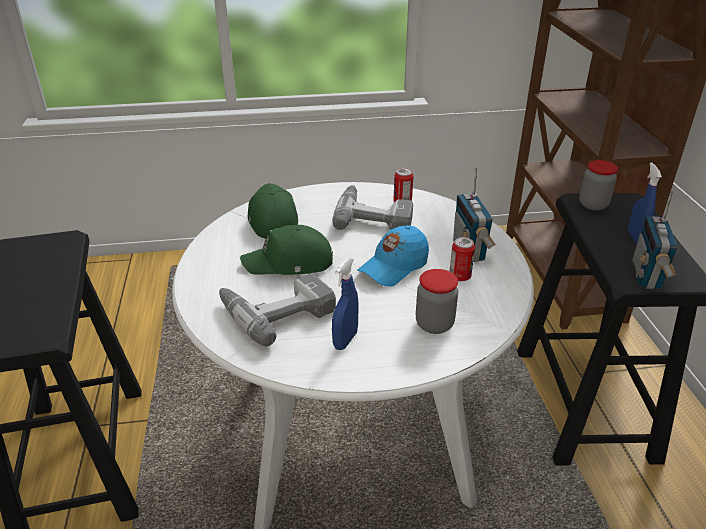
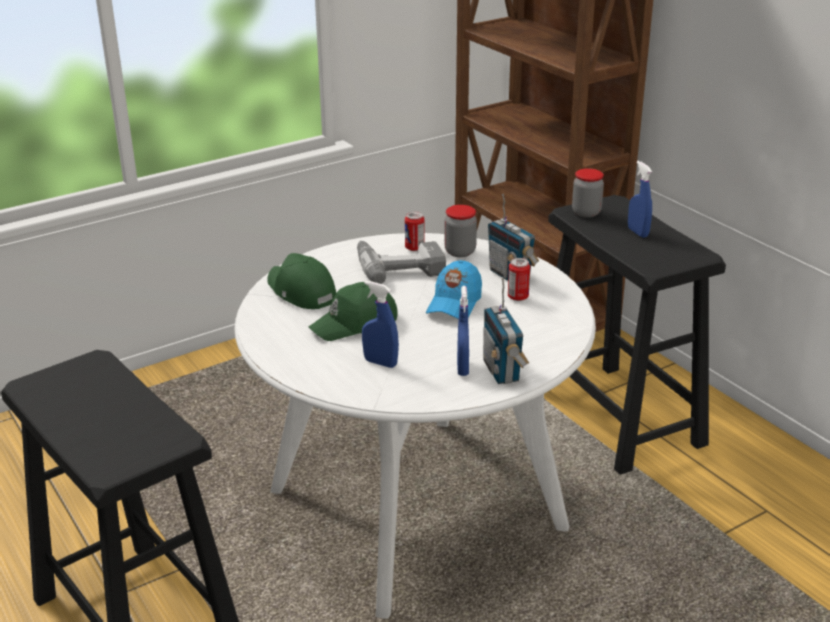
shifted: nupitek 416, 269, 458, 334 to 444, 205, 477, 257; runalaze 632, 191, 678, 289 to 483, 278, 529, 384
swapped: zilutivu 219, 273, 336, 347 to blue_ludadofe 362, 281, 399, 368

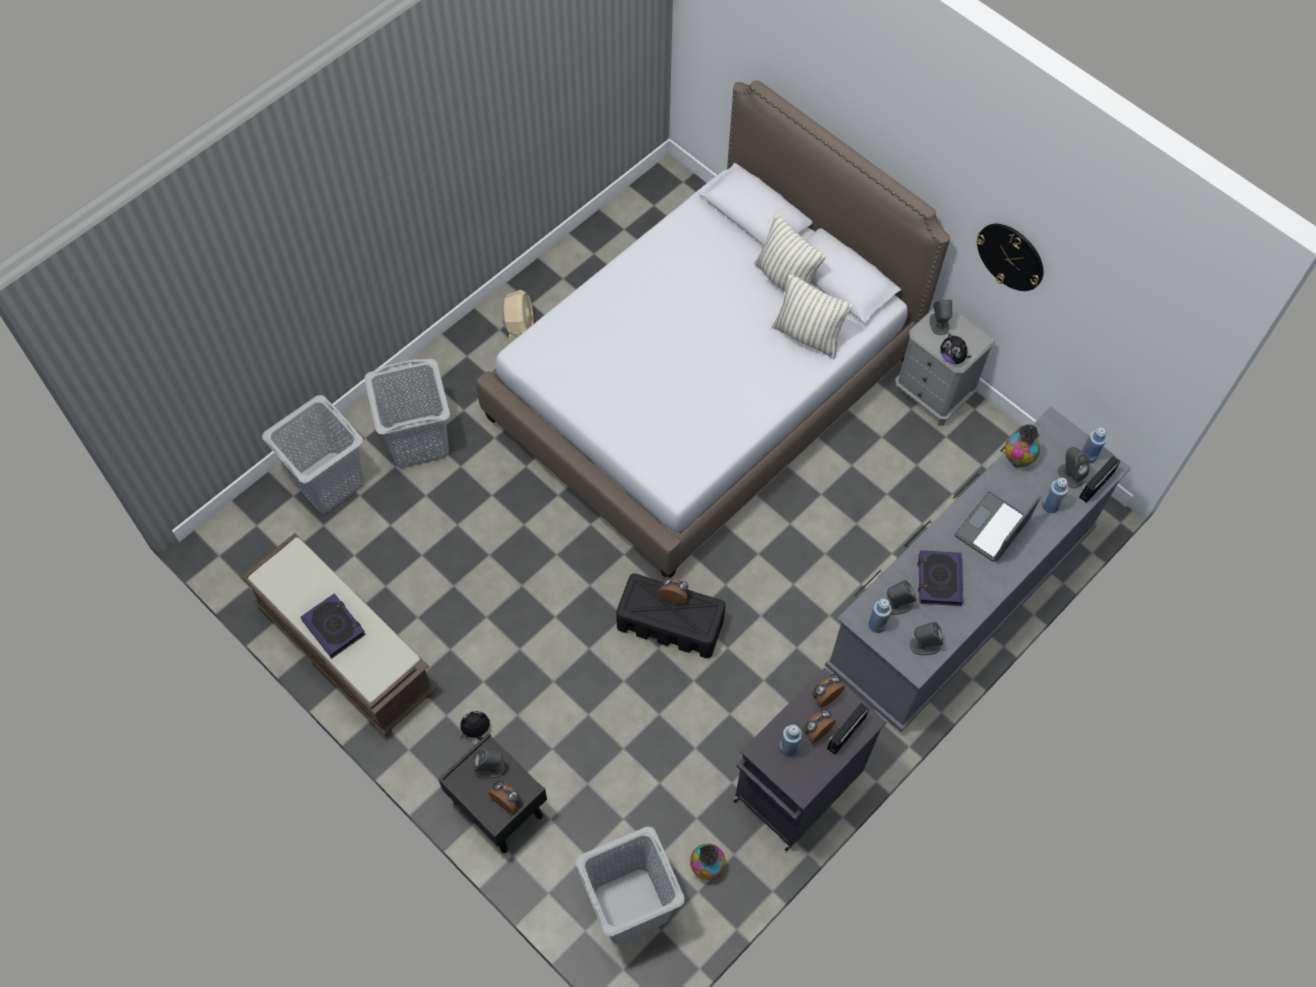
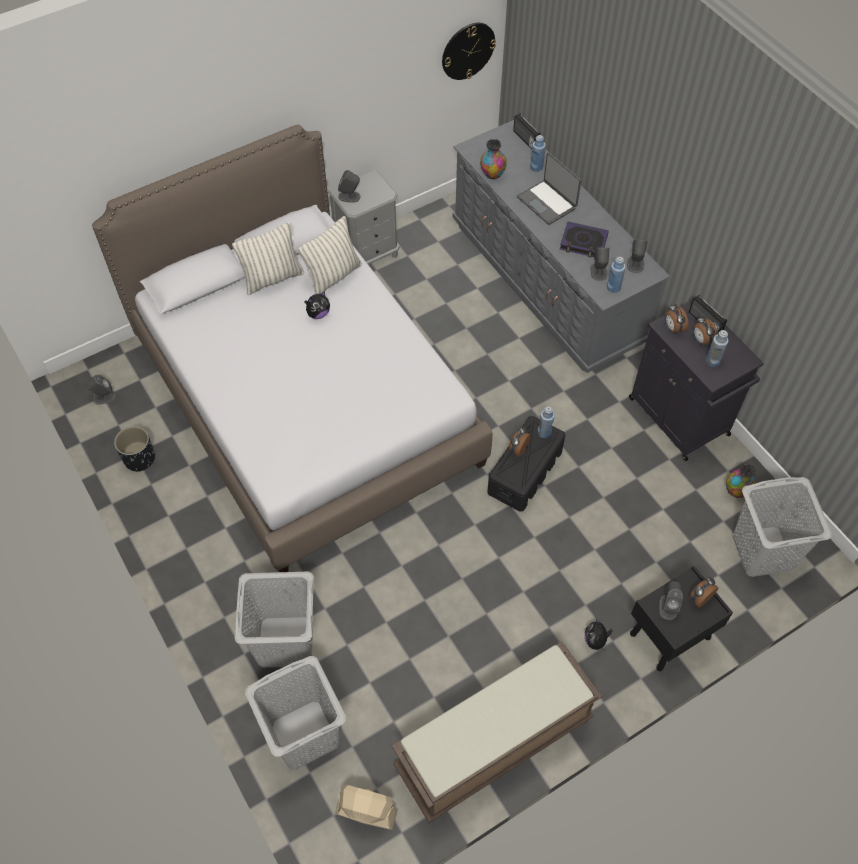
gone: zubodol 300, 593, 366, 659
new: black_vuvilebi 114, 426, 155, 472
shifted: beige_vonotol 501, 290, 534, 345 to 335, 785, 398, 830; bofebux 940, 334, 971, 364 to 304, 291, 330, 319; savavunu 976, 224, 1043, 291 to 442, 23, 496, 80; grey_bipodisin 1058, 447, 1090, 488 to 86, 375, 116, 405; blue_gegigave 1082, 427, 1107, 463 to 537, 406, 555, 438

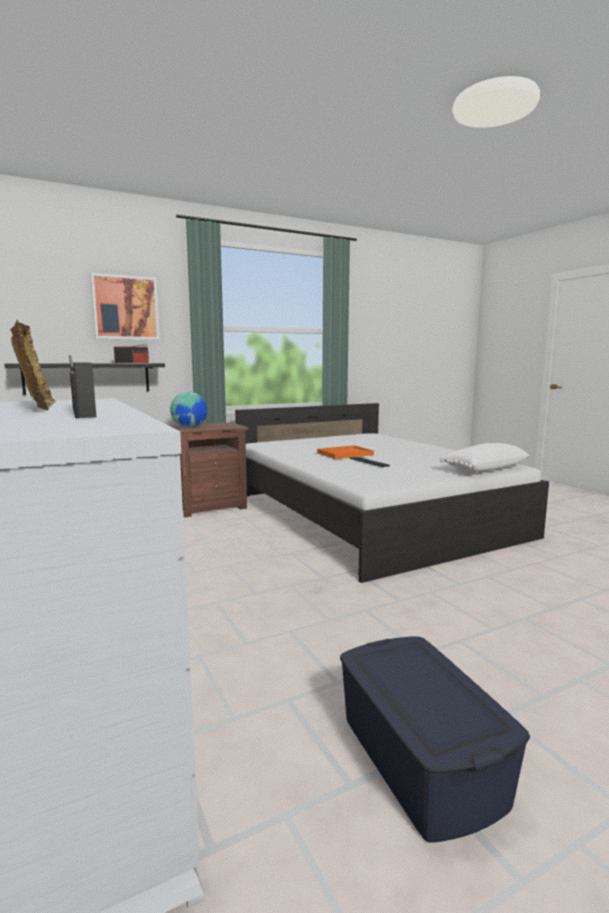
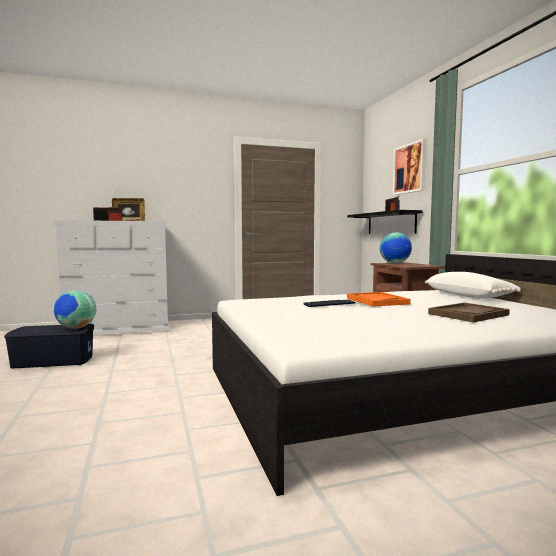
new: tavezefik 54, 290, 96, 329; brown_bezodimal 428, 303, 510, 322
shifted: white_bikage 440, 443, 529, 472 to 425, 272, 521, 298

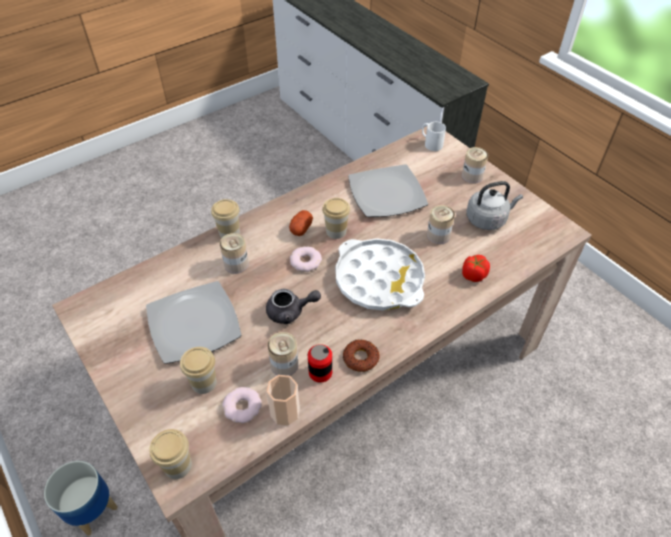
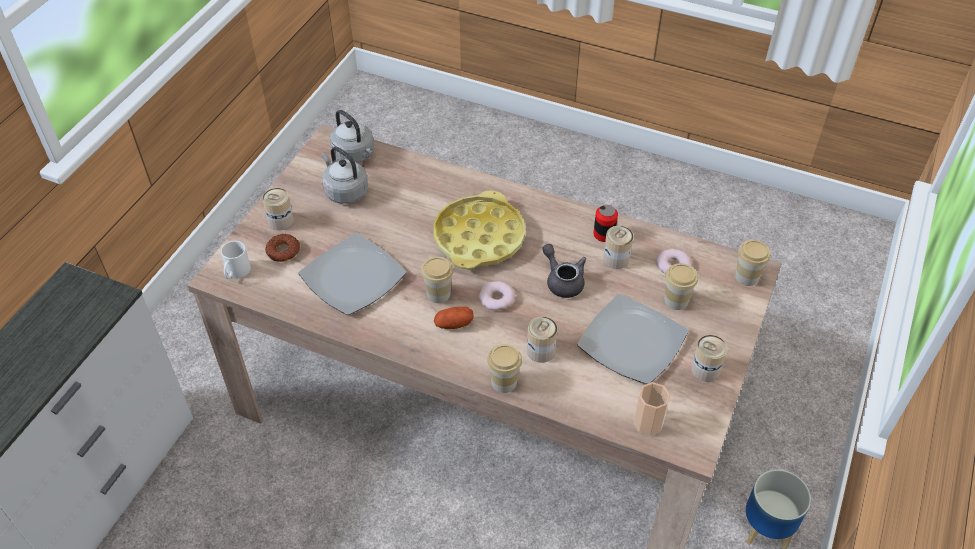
gone: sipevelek 462, 255, 490, 282
new: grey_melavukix 330, 110, 374, 163
shifted: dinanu 266, 375, 300, 426 to 633, 382, 670, 436; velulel 343, 340, 380, 372 to 265, 234, 300, 262; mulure 427, 205, 455, 245 to 691, 335, 727, 382
repainted: white_bezodimal 335, 238, 425, 311 to yellow_bezodimal 434, 190, 525, 269

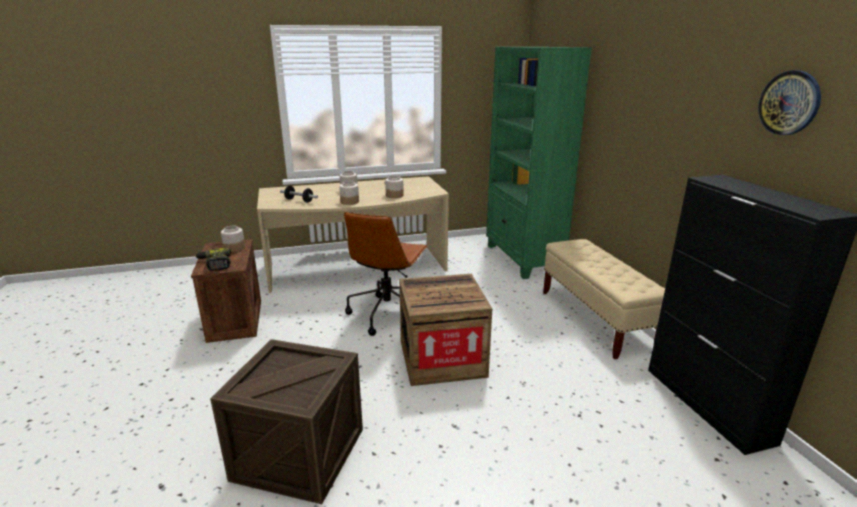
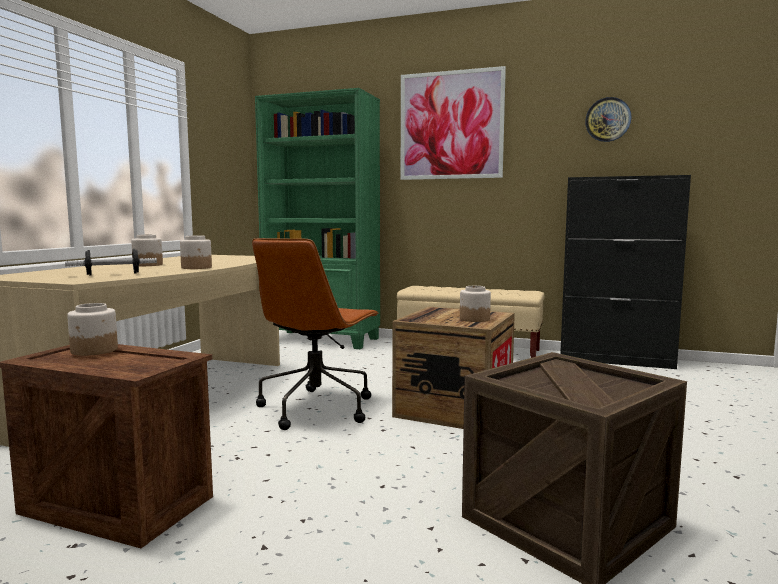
gone: zilutivu 195, 248, 231, 271
new: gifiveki 401, 66, 506, 180
shifted: nupitek 385, 175, 404, 198 to 460, 286, 491, 322
rotated: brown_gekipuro 344, 212, 428, 336 = 252, 238, 379, 430 60 degrees clockwise

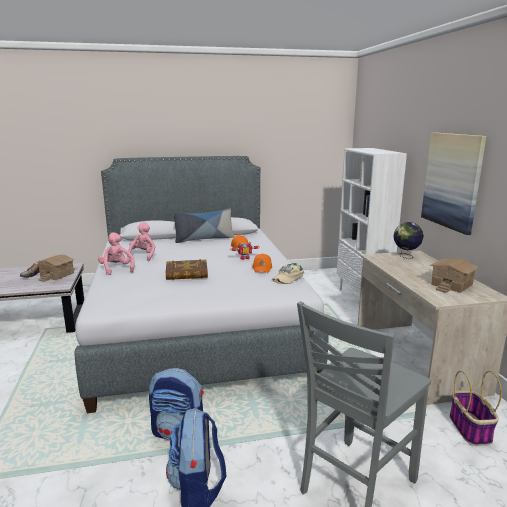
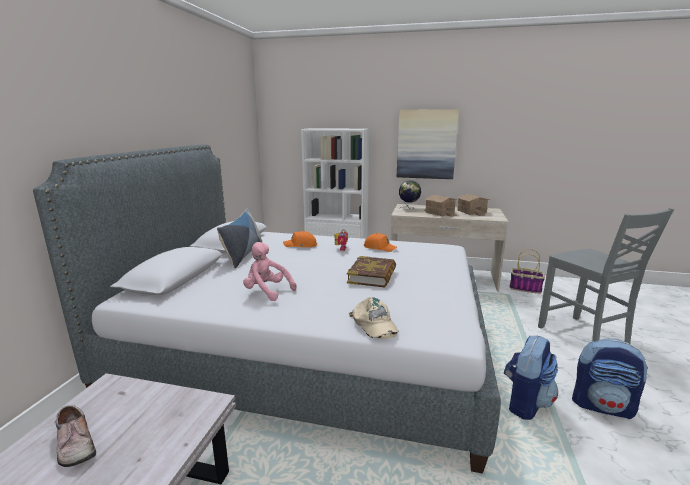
gone: pink_bofebux 98, 232, 134, 275
shifted: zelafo 38, 254, 75, 282 to 424, 195, 457, 217; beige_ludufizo 272, 263, 304, 284 to 349, 297, 399, 339

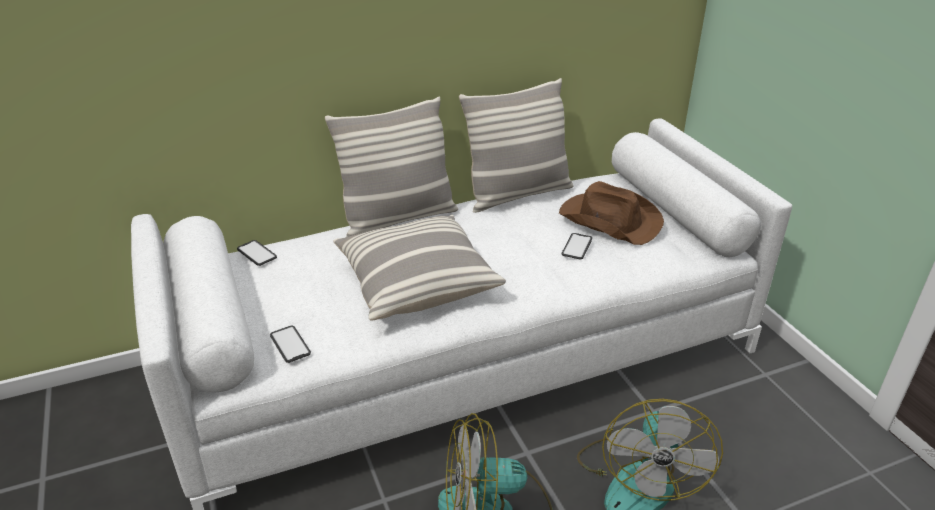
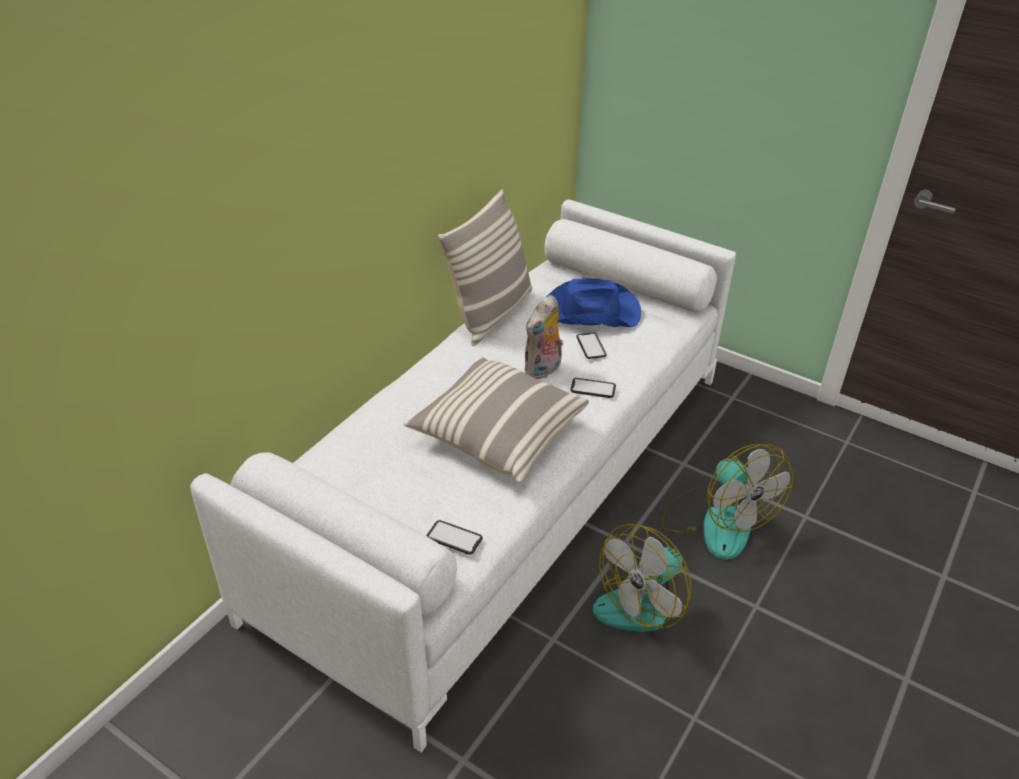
gone: bikage 325, 97, 458, 237
new: bofebux 525, 295, 563, 380
shifted: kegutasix 237, 240, 277, 266 to 570, 378, 616, 398
repainted: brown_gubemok 559, 181, 664, 245 to blue_gubemok 546, 278, 641, 328

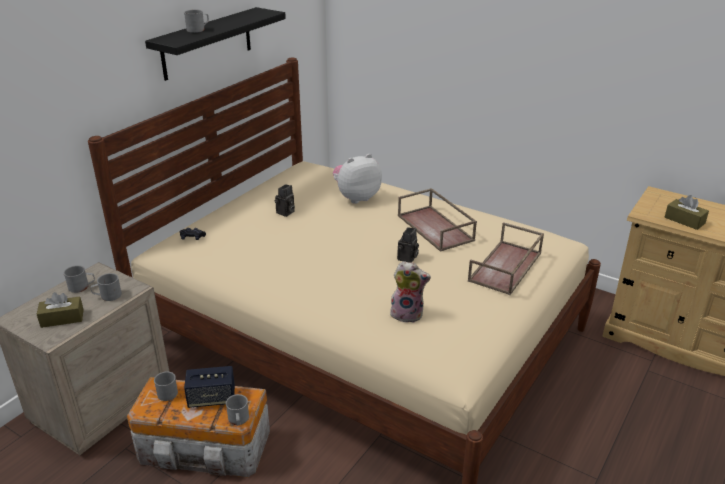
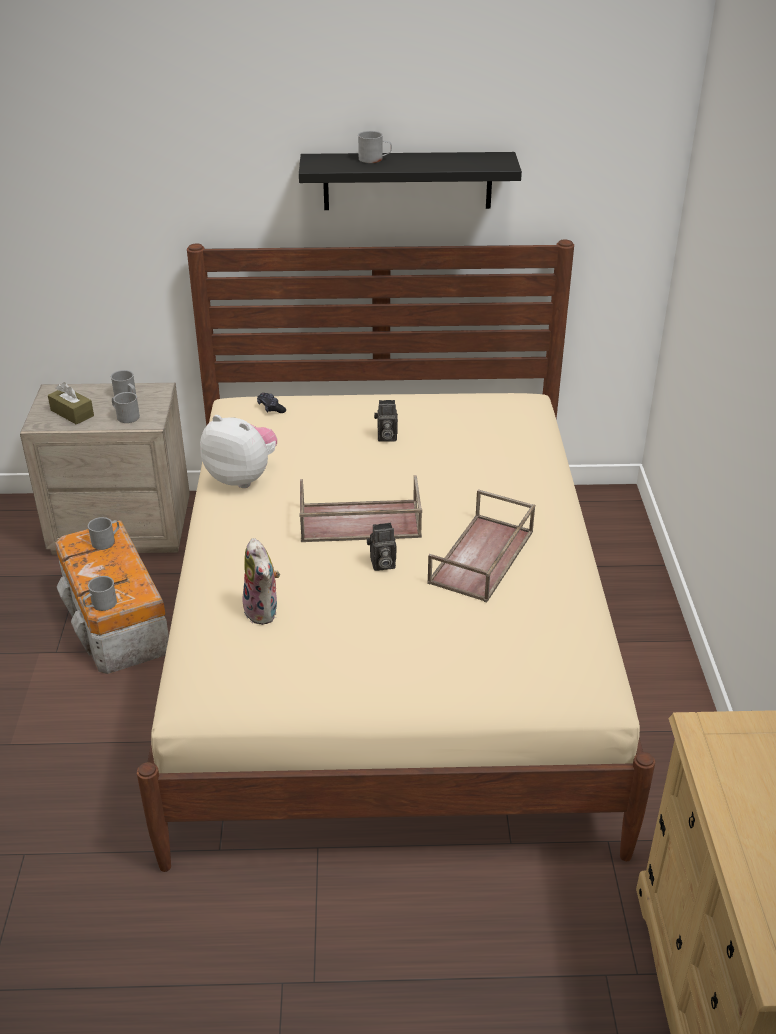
gone: bipodisin 184, 366, 235, 408; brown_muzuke 665, 195, 709, 230
shifted: bofebux 333, 154, 382, 204 to 200, 415, 277, 488; brown_bezodimal 468, 222, 544, 295 to 299, 475, 422, 542

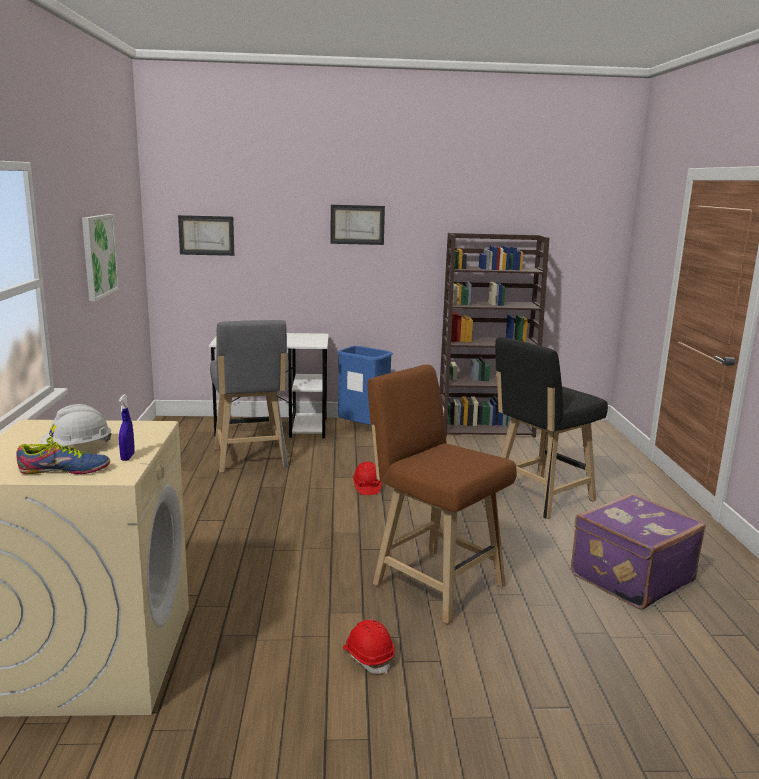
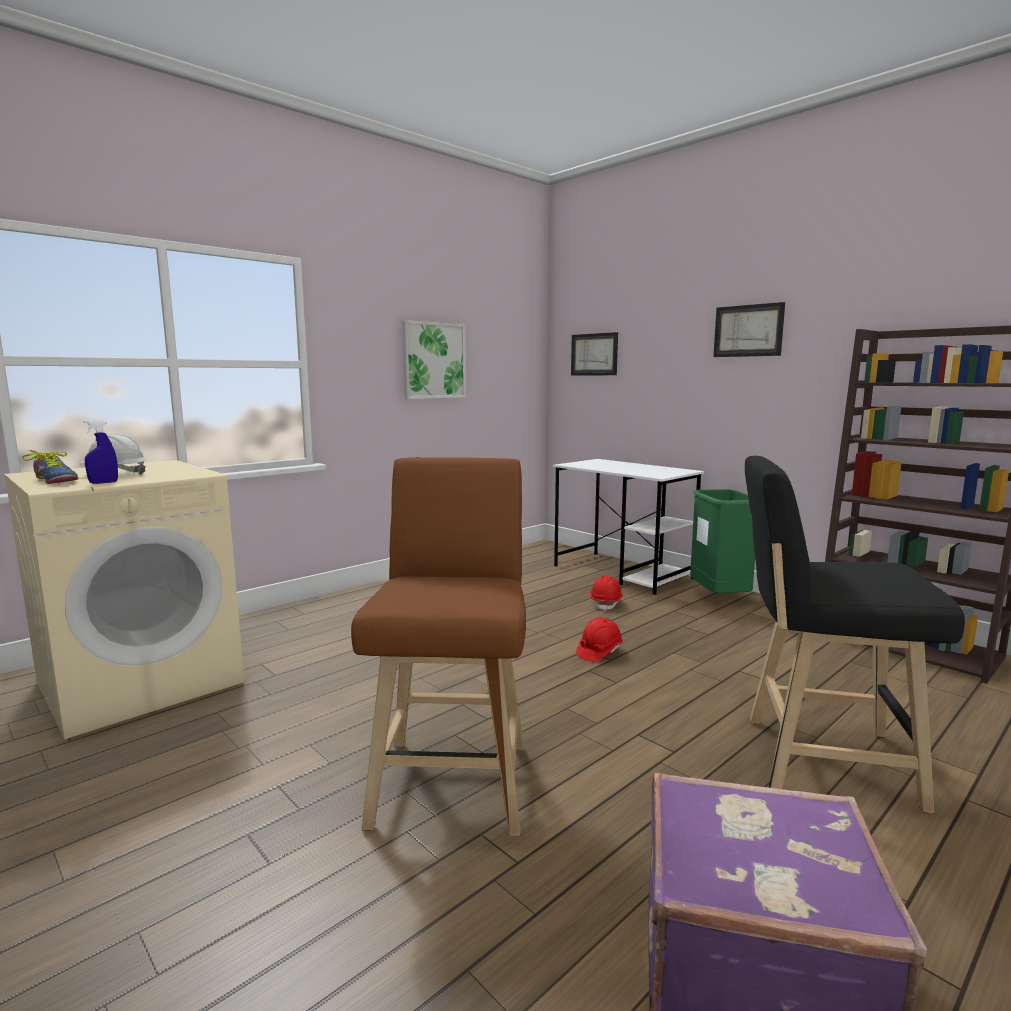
gone: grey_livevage 210, 320, 288, 473
shifted: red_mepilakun 343, 620, 395, 674 to 590, 576, 623, 611
repainted: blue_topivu 337, 346, 393, 425 to green_topivu 690, 489, 755, 593

